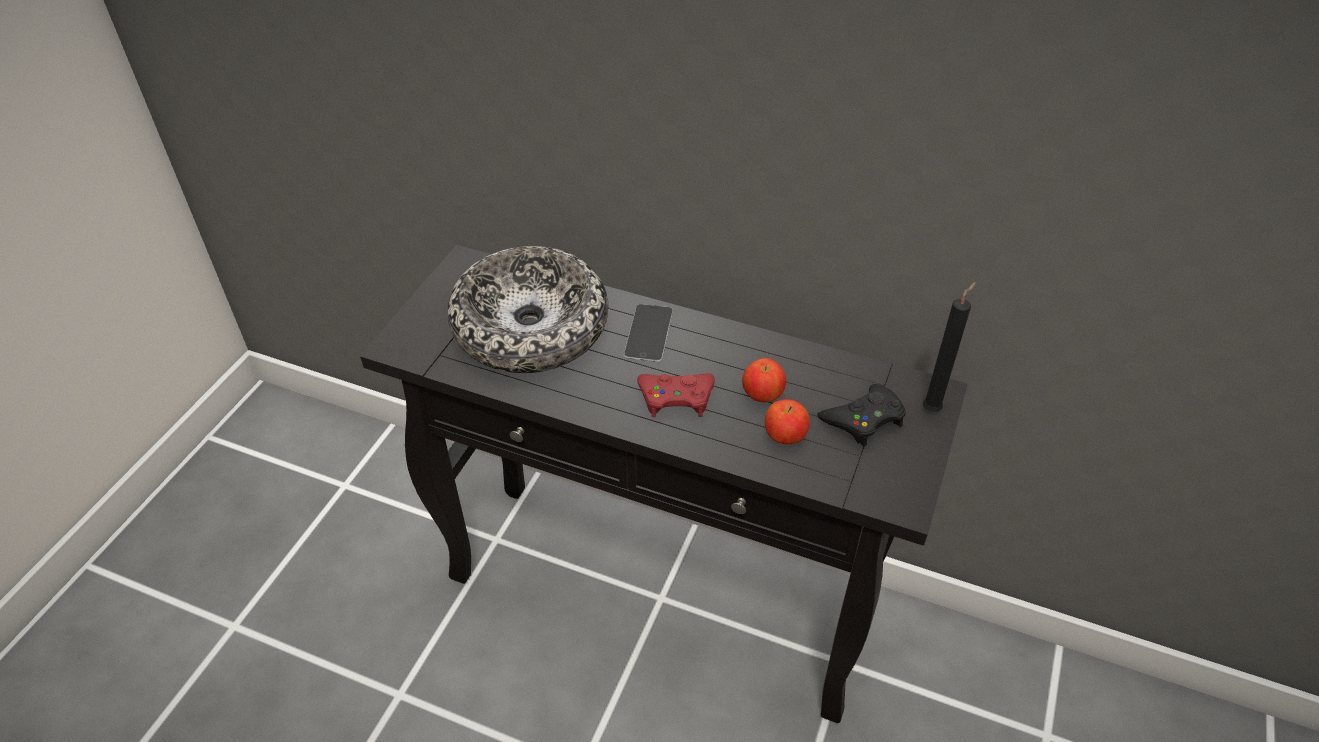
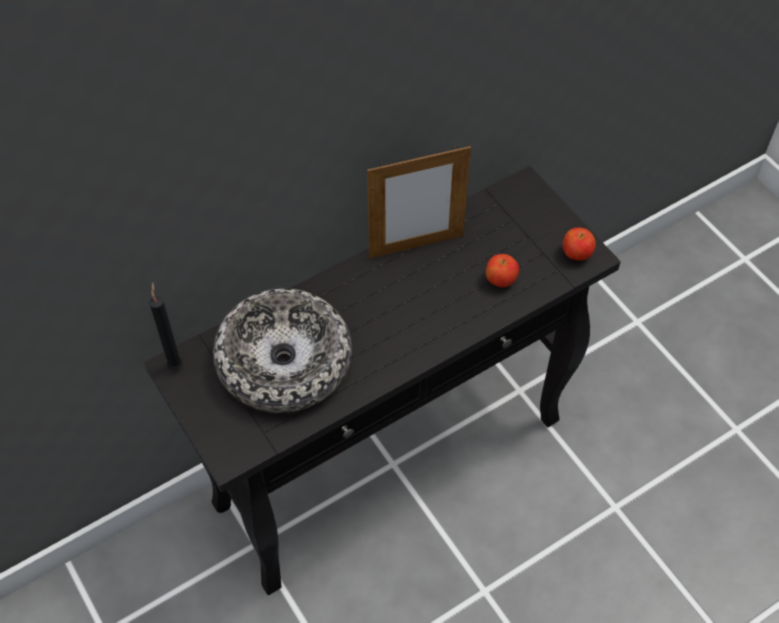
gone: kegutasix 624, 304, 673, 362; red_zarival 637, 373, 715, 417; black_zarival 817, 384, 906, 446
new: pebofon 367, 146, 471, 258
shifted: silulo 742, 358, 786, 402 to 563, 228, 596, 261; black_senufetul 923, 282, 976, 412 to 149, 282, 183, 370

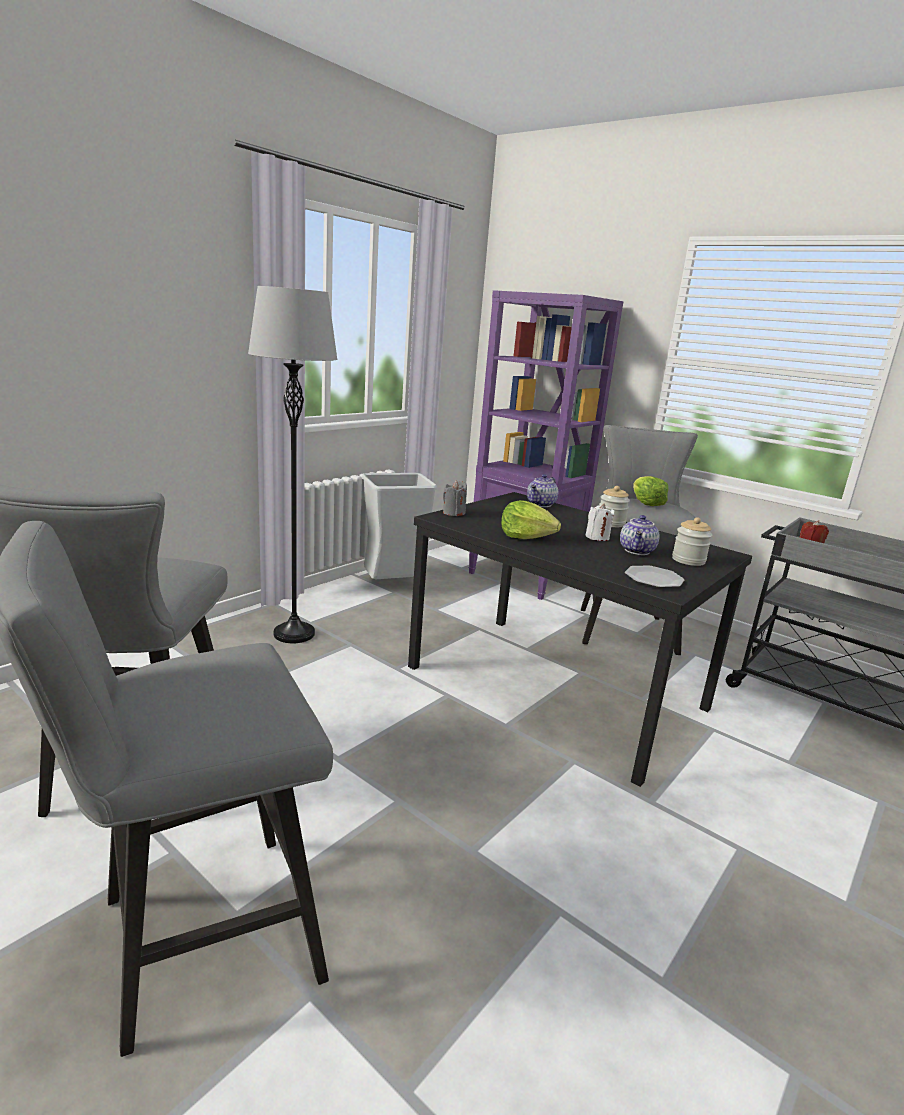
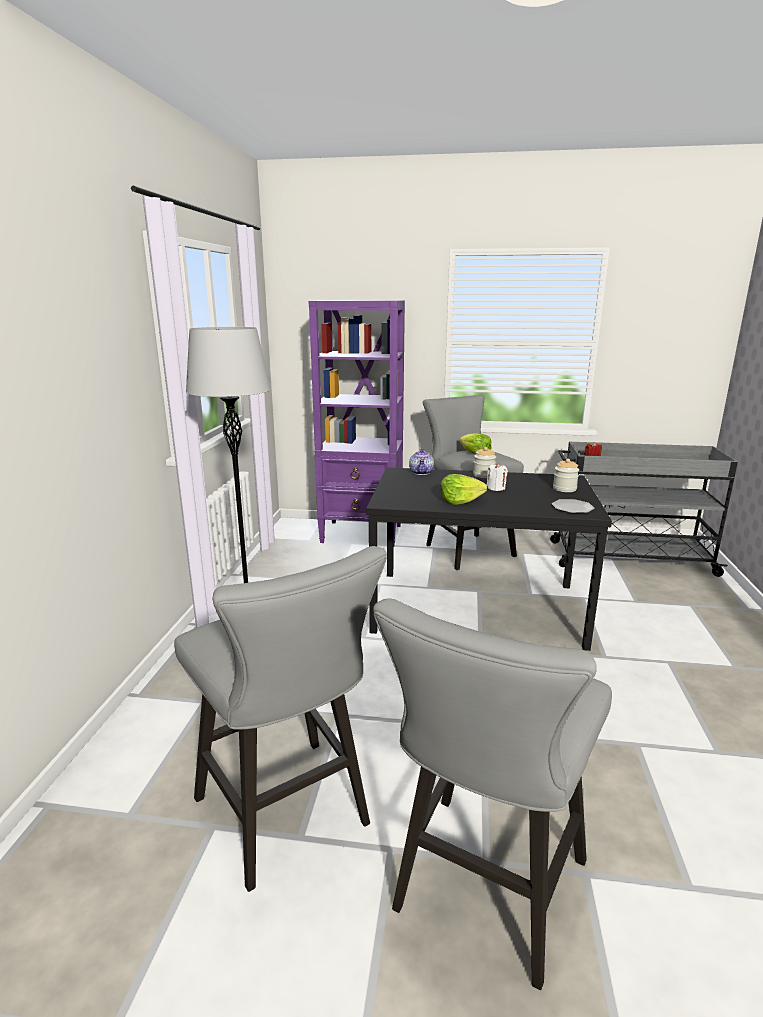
gone: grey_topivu 362, 473, 437, 579; grey_senufetul 443, 480, 467, 516; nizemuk 620, 515, 660, 555

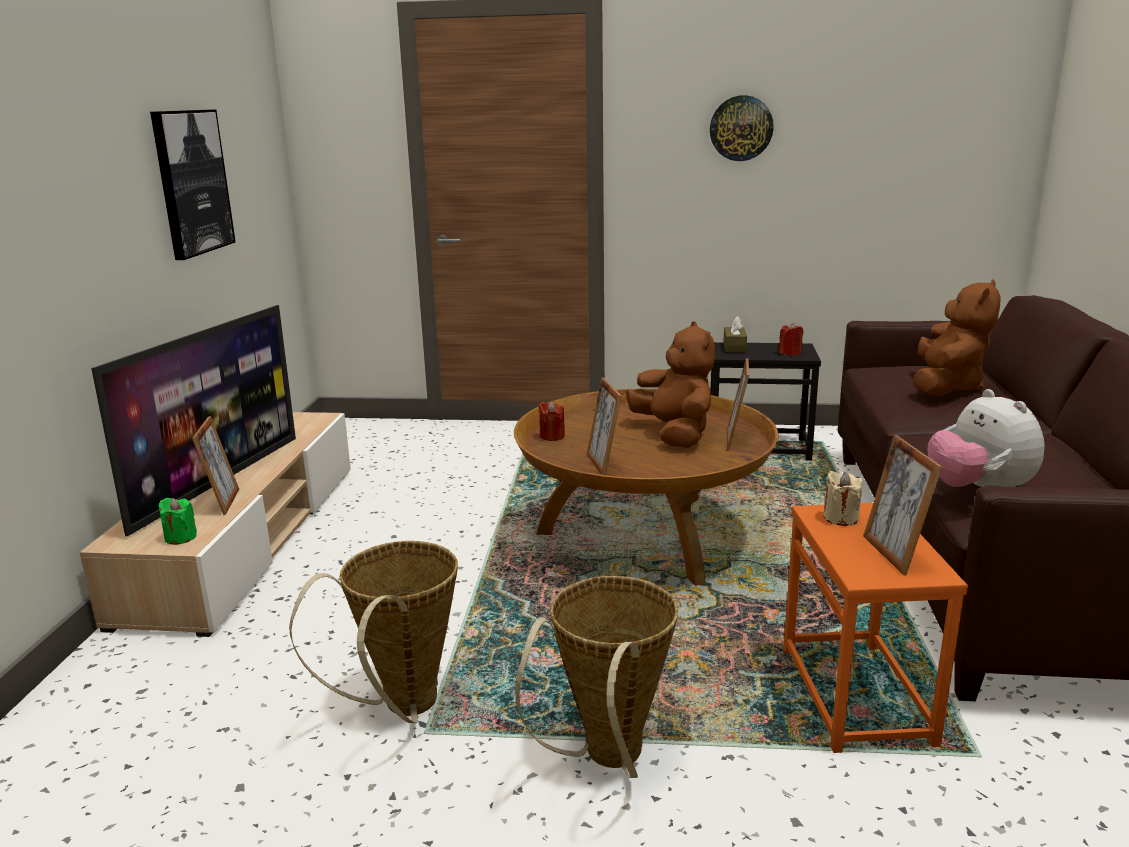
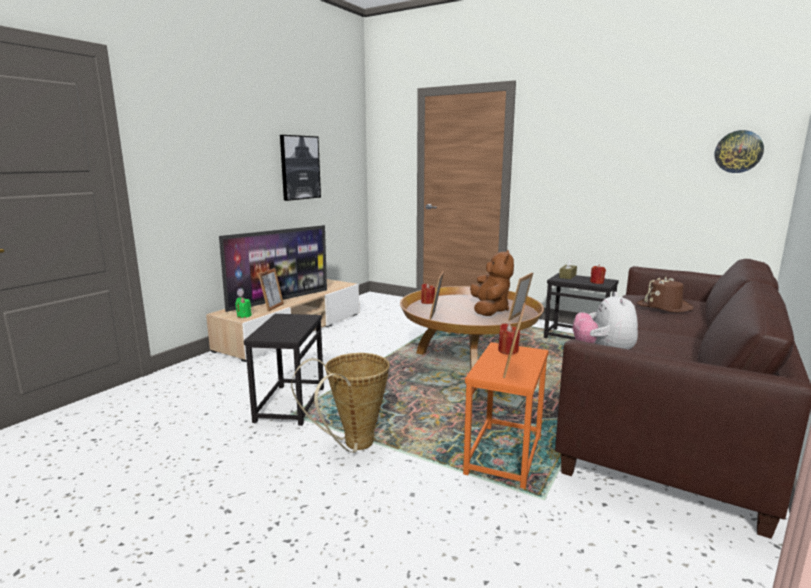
shifted: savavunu 710, 95, 774, 161 to 714, 130, 764, 173
swapped: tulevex 289, 541, 458, 723 to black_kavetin 244, 314, 324, 426; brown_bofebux 913, 279, 1001, 396 to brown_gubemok 636, 277, 694, 312
repainted: beige_senufetul 823, 471, 862, 526 to red_senufetul 498, 323, 520, 355

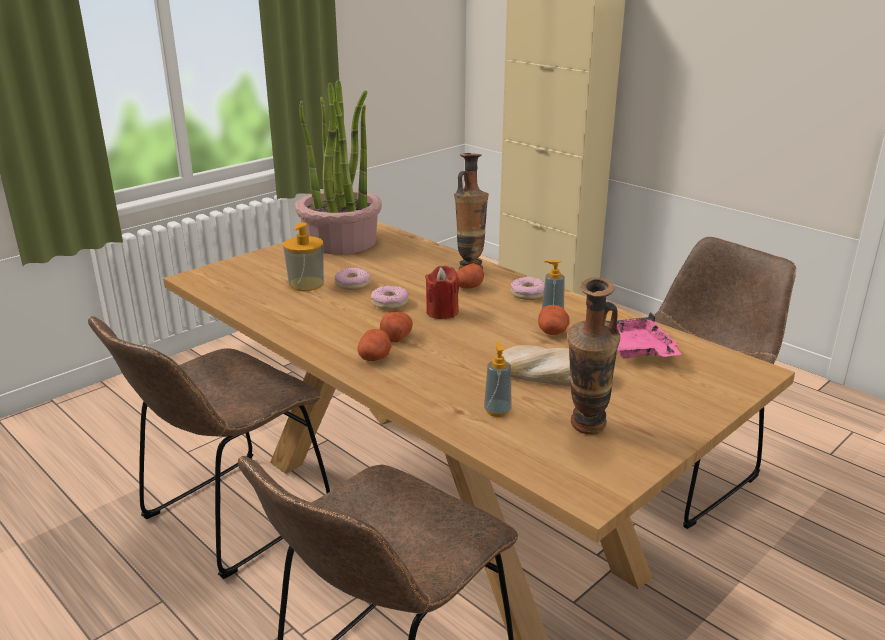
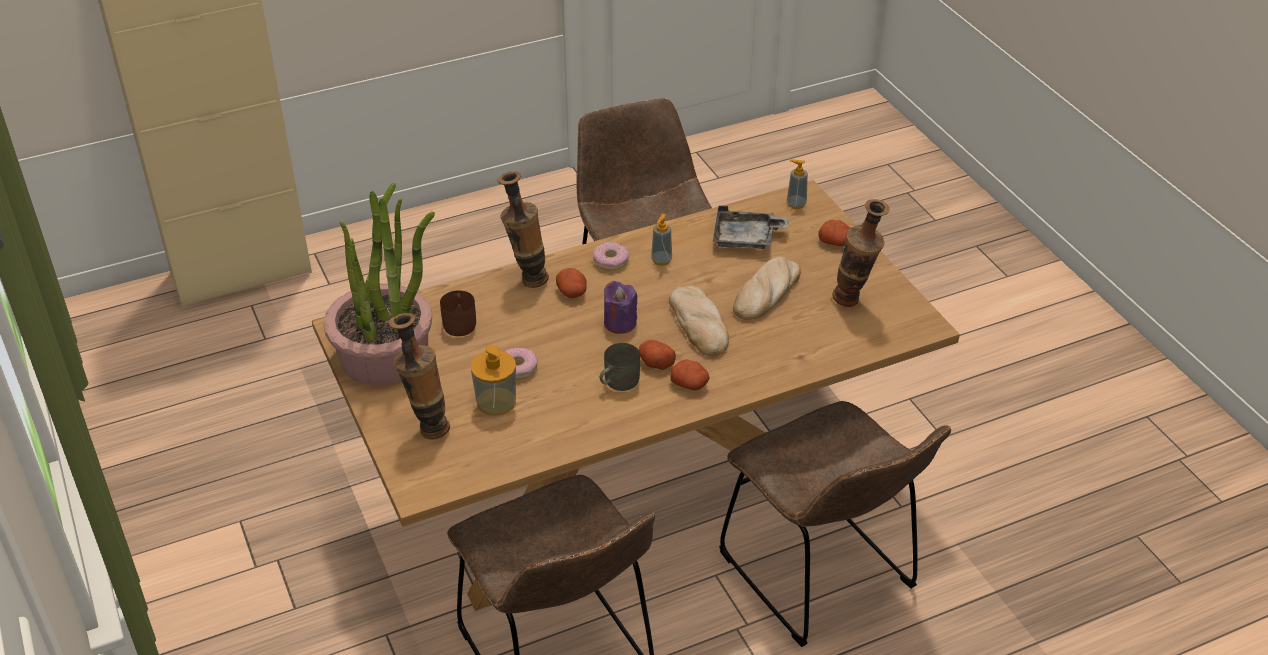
gone: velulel 371, 286, 409, 309
new: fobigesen 389, 313, 450, 440; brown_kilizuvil 440, 290, 476, 336; grey_kilizuvil 600, 343, 640, 391; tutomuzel 669, 286, 729, 356
shifted: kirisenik 484, 341, 512, 417 to 787, 159, 808, 209; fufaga 538, 305, 570, 335 to 819, 220, 850, 246
repainted: red_senufetul 425, 265, 460, 319 to purple_senufetul 604, 281, 637, 334; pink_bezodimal 605, 312, 682, 359 to grey_bezodimal 713, 206, 789, 249

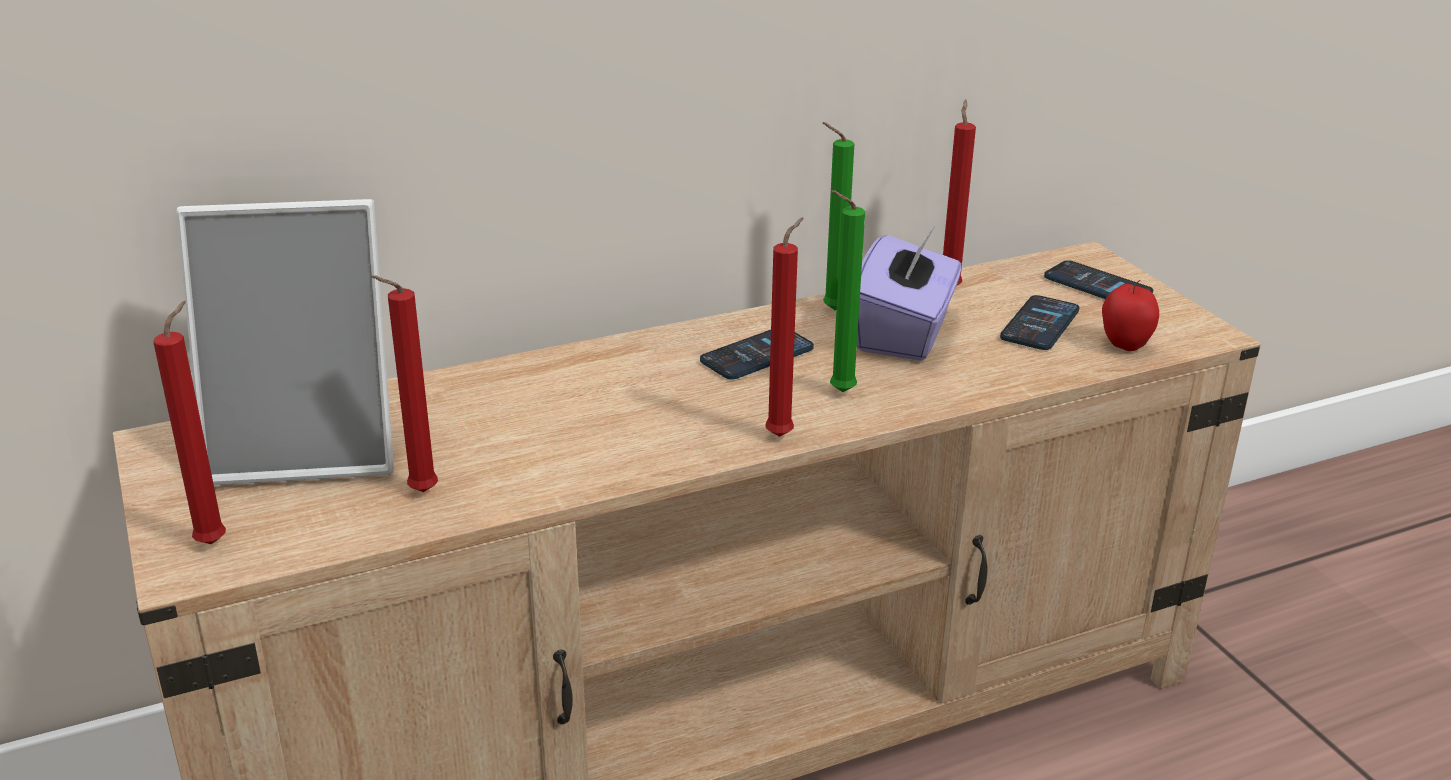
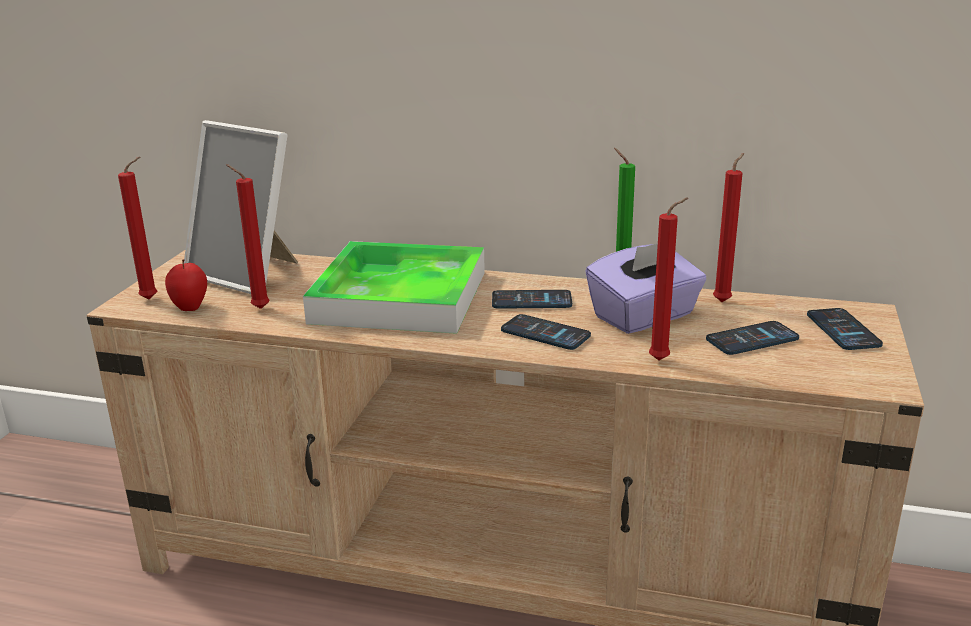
new: bezodimal 303, 241, 485, 334
shifted: red_senufetul 766, 217, 803, 437 to 649, 197, 688, 360; silulo 1102, 280, 1159, 351 to 165, 259, 207, 311
swapped: green_senufetul 830, 190, 865, 392 to kegutasix 501, 314, 591, 350

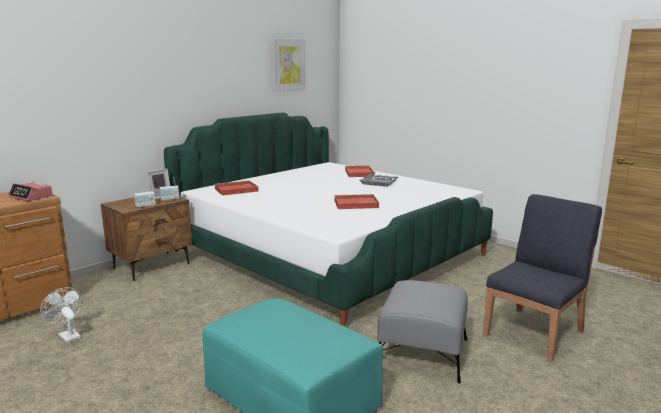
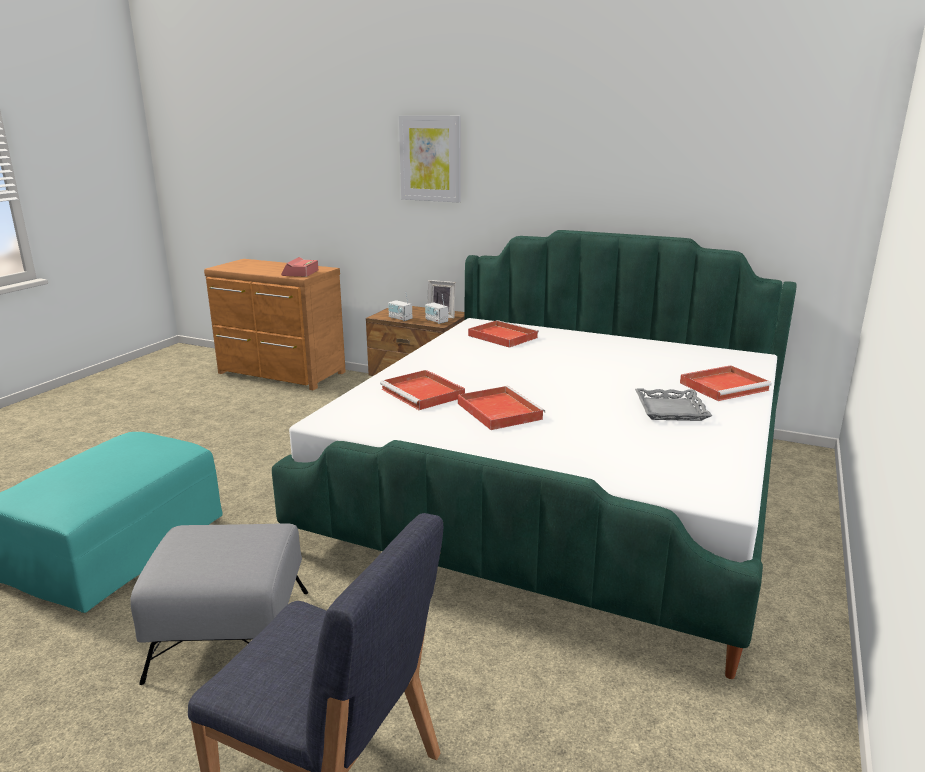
gone: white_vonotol 40, 288, 82, 343
new: red_bezodimal 380, 370, 465, 410
shifted: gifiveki 272, 38, 306, 92 to 399, 116, 461, 202

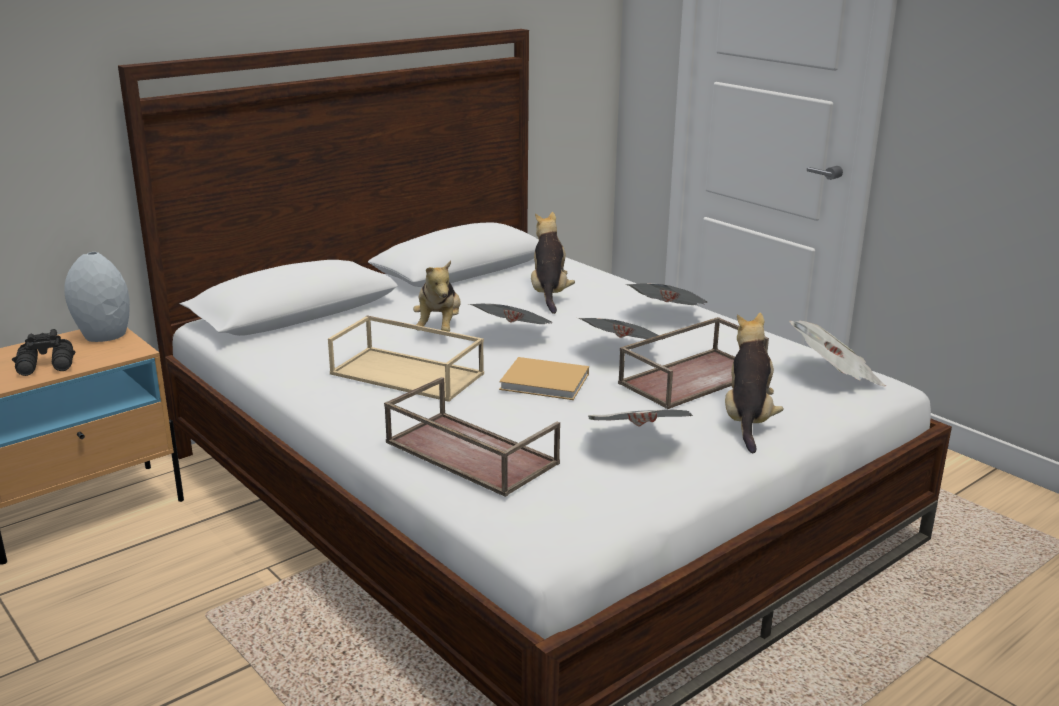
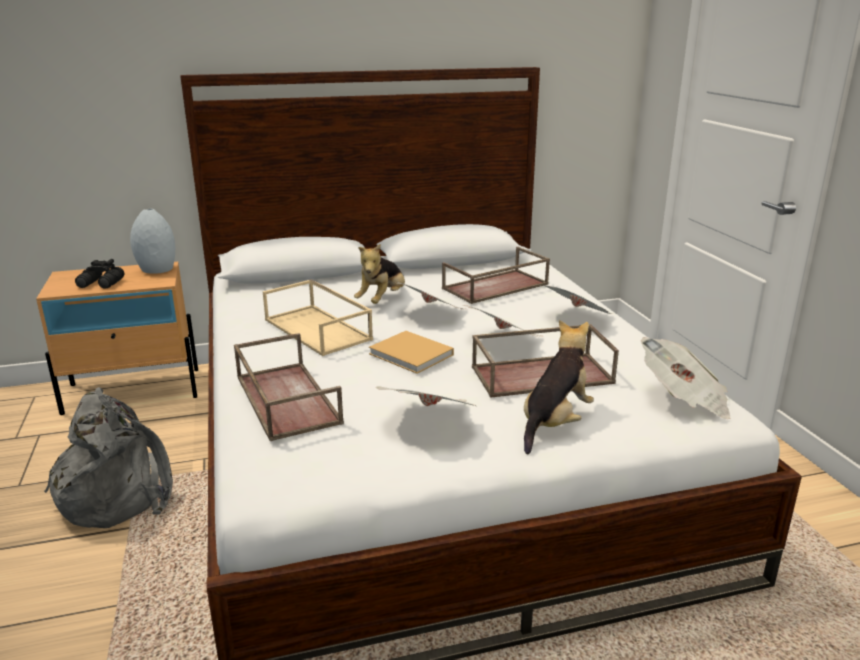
new: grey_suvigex 44, 387, 173, 528
swapped: bofebux 531, 212, 575, 314 to brown_bezodimal 442, 247, 550, 304

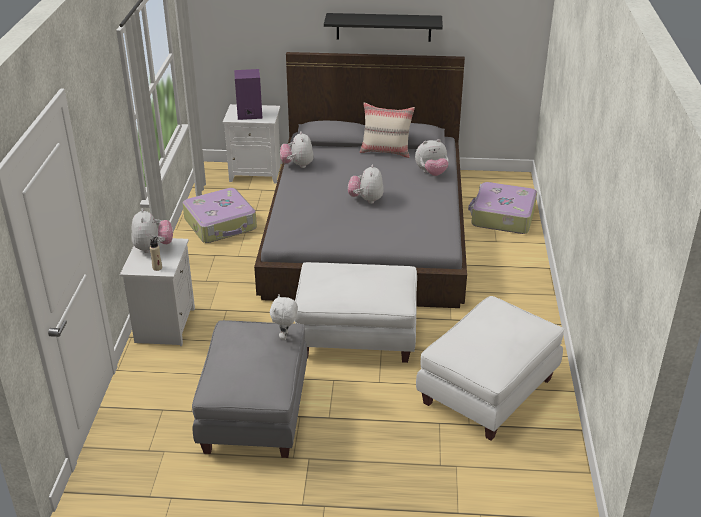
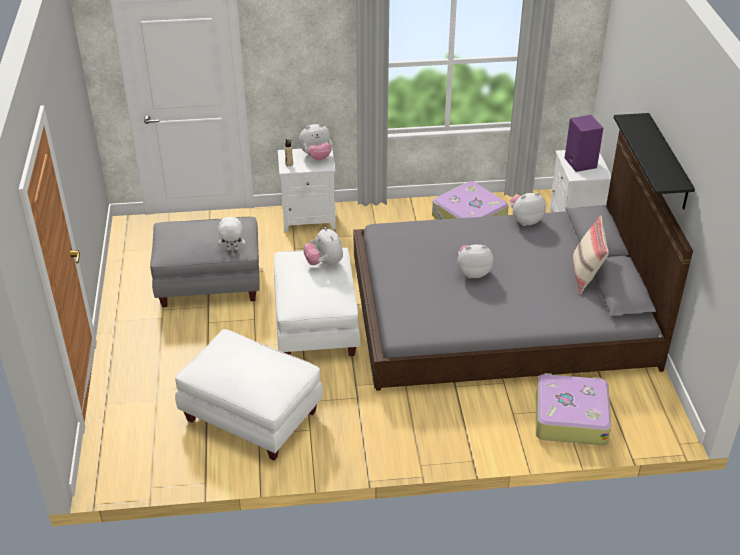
shifted: bofebux 415, 139, 449, 176 to 304, 227, 343, 266

